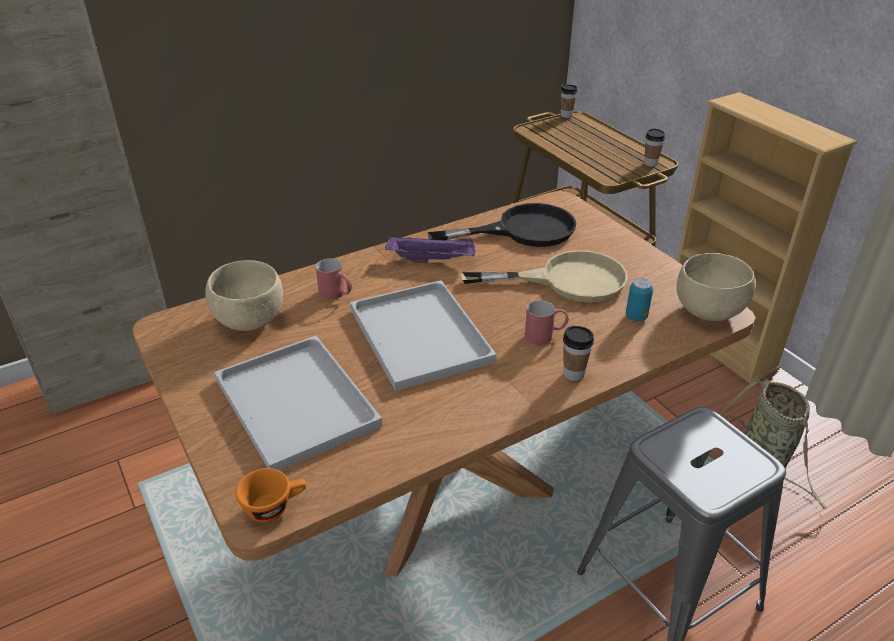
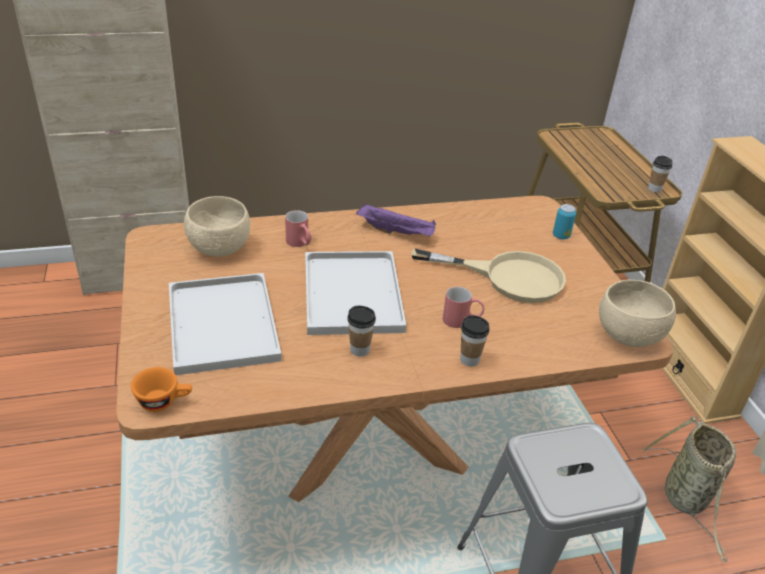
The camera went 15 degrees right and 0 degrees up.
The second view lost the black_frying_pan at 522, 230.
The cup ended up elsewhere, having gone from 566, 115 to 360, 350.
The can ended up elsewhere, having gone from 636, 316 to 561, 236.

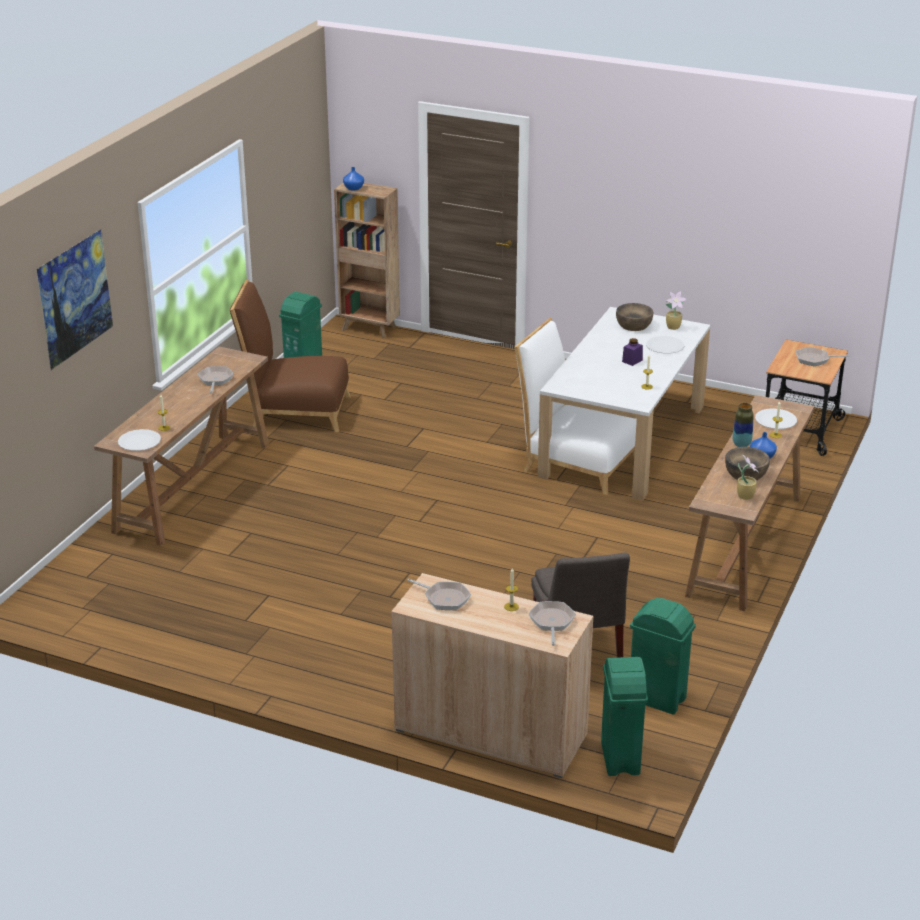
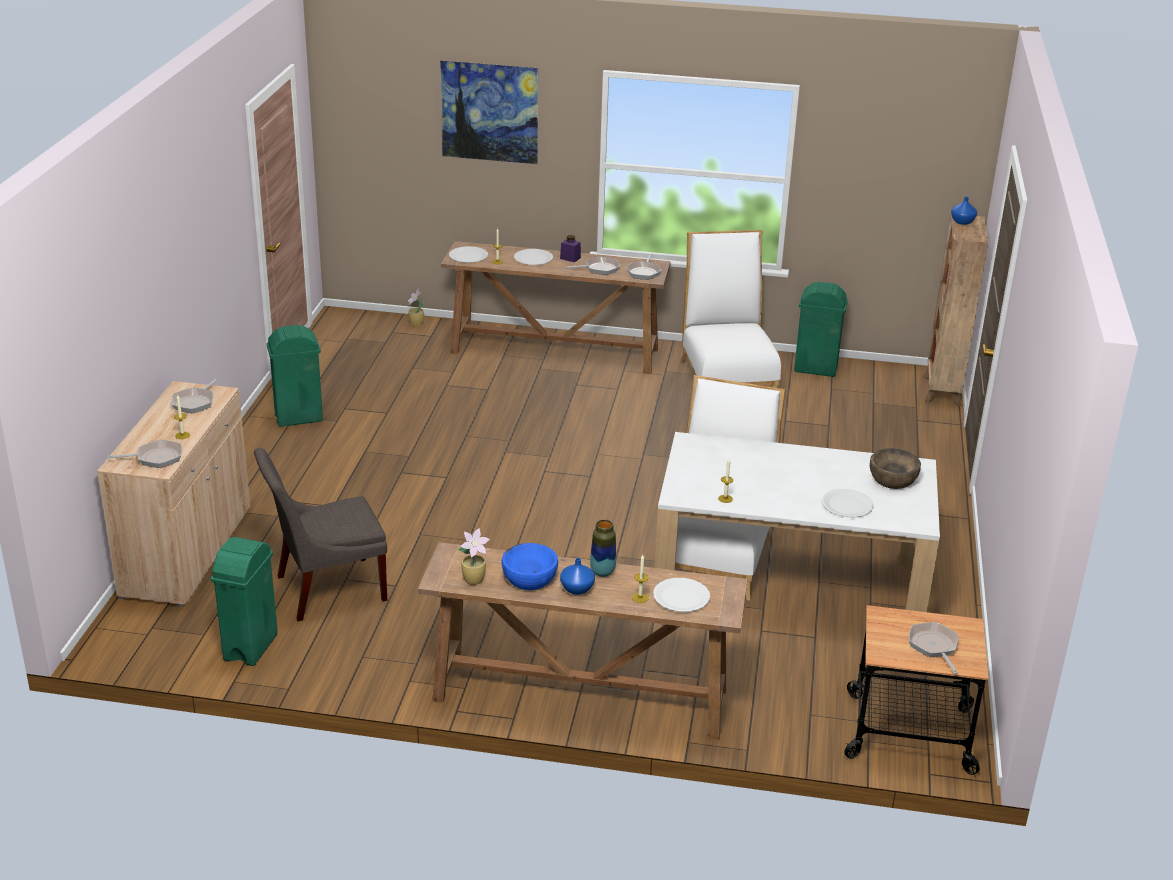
The camera went 75 degrees right and 0 degrees up.
The second view gained the white_plate at 533, 258.
The second view gained the frying_pan at 644, 272.
The green_trash_can ended up elsewhere, having gone from 620, 759 to 298, 418.
The purple_jar ended up elsewhere, having gone from 632, 361 to 570, 258.
The potted_plant ended up elsewhere, having gone from 674, 327 to 416, 324.
What was the brown_chair at 294, 411 turned into the white_chair at 726, 377.
What was the brown_bowl at 746, 473 turned into the blue_bowl at 529, 578.

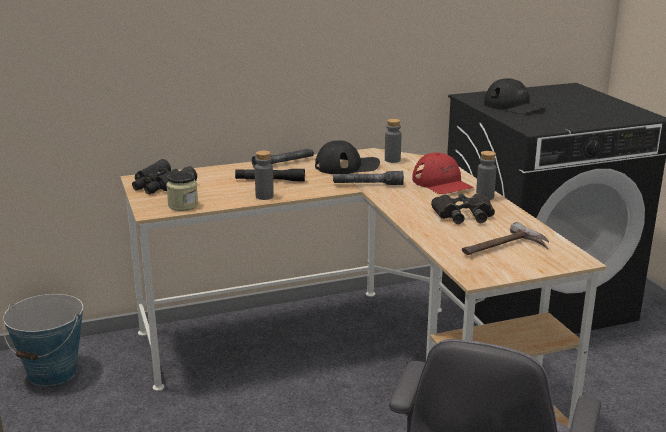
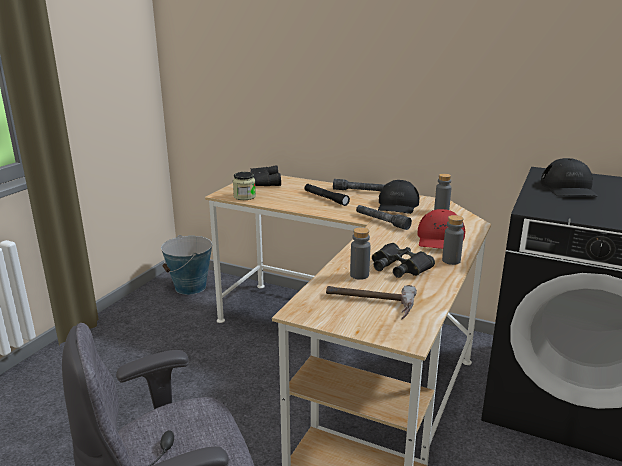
The camera went 45 degrees right and 0 degrees up.
The grey_bottle ended up elsewhere, having gone from 264, 196 to 359, 275.
The black_cap at 347, 166 ended up facing another way, 75 degrees clockwise from before.

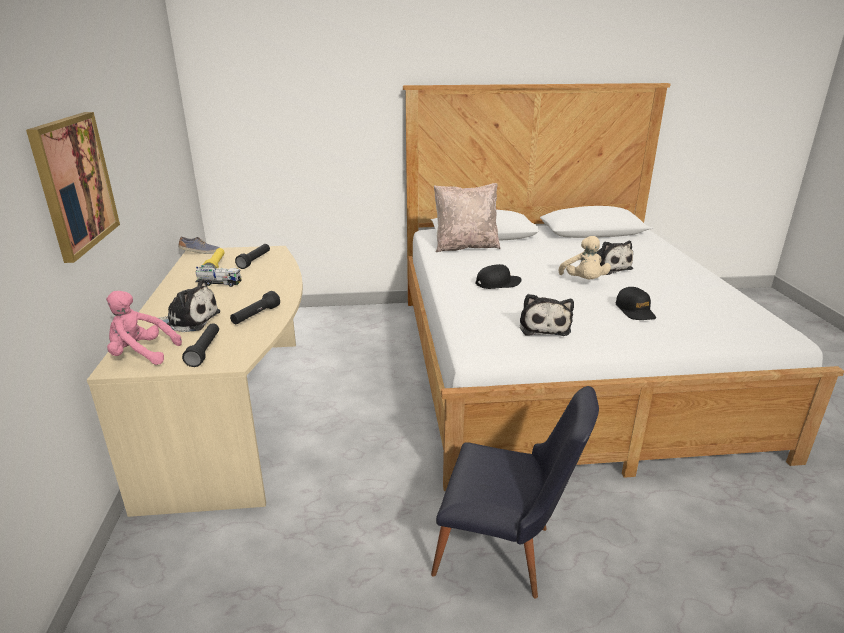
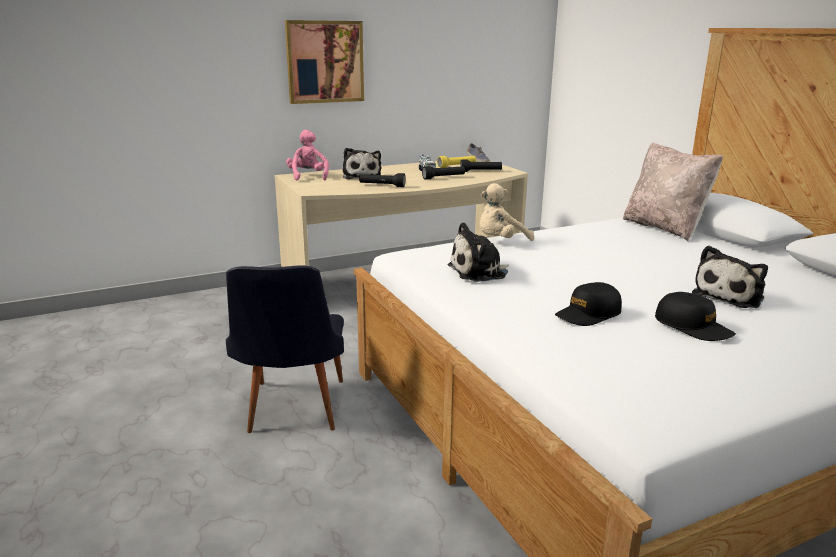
The camera went 70 degrees right and 5 degrees down.
The black_flashlight ended up elsewhere, having gone from 205, 351 to 443, 178.
The black_cap ended up elsewhere, having gone from 498, 283 to 692, 327.
The beige_plush_toy ended up elsewhere, having gone from 583, 281 to 500, 241.

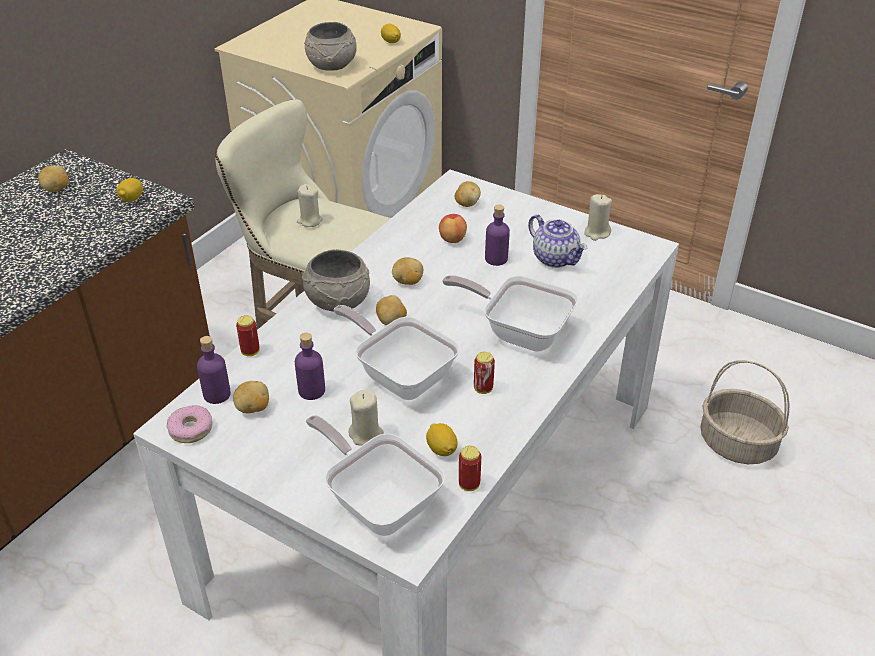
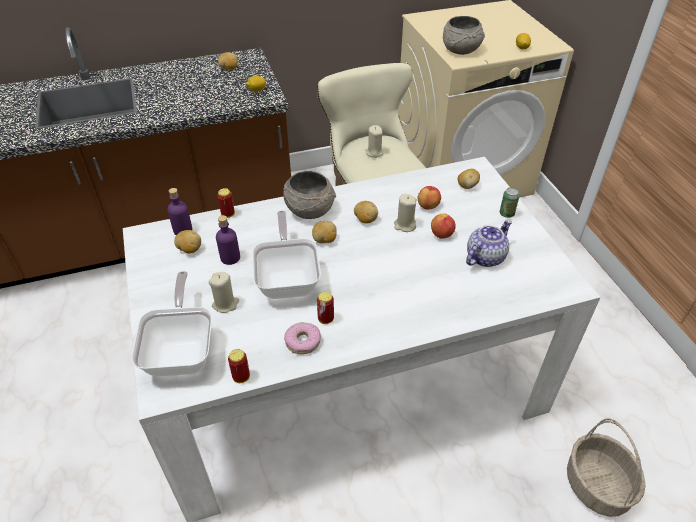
The camera went 40 degrees right and 5 degrees up.
The second view lost the lemon at 441, 449.
The second view lost the frying_pan at 519, 331.
The second view gained the can at 506, 214.
The donut ended up elsewhere, having gone from 190, 429 to 303, 341.
The beige_candle ended up elsewhere, having gone from 596, 233 to 405, 225.
Where the purple_bottle stood at 496, 259, the apple came to stand at 441, 234.
The teapot at 556, 258 ended up facing another way, 135 degrees counterclockwise from before.

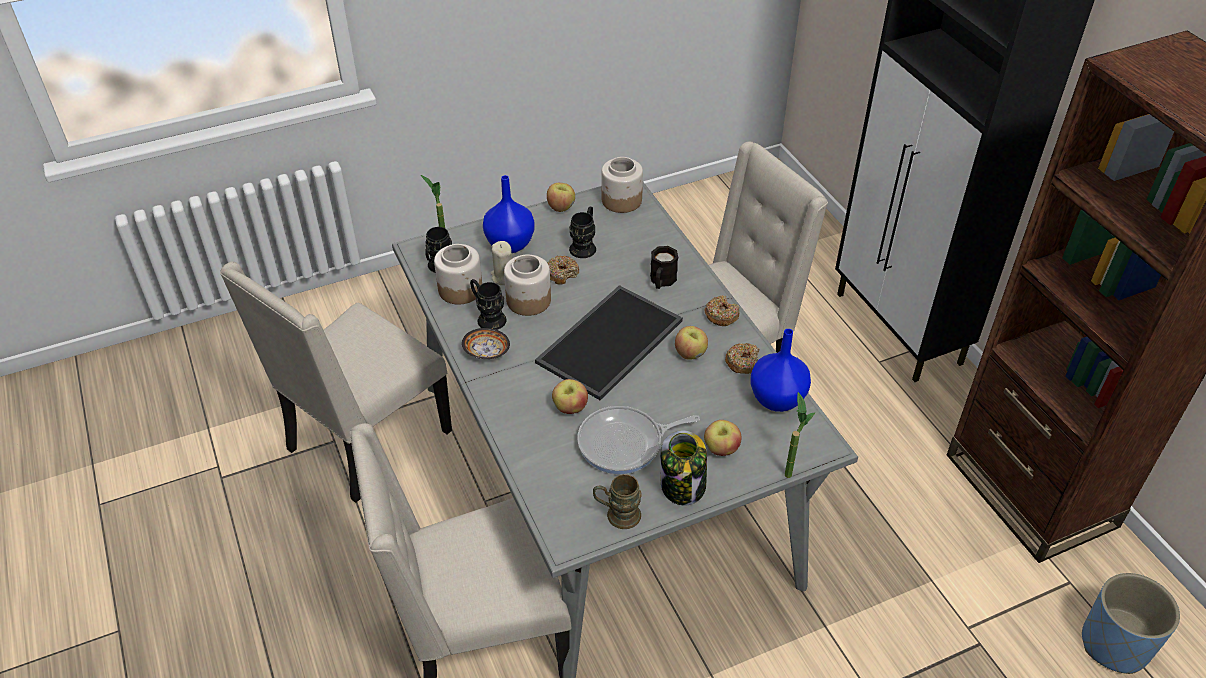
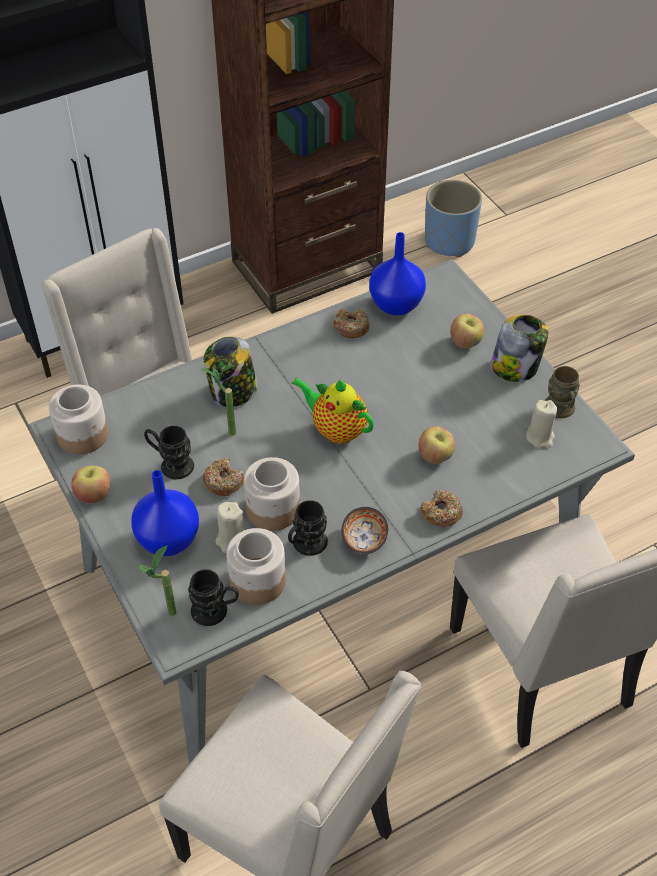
The camera went 95 degrees left and 5 degrees up.
The second view lost the frying_pan at 625, 444.
The second view lost the apple at 690, 353.
The second view gained the beige_candle at 540, 437.
The donut ended up elsewhere, having gone from 721, 315 to 441, 513.
The potted_plant ended up elsewhere, having gone from 789, 469 to 225, 432.
Where the tray stood at 611, 343, the teapot came to stand at 336, 429.
Where the black_mug stood at 661, 281, the jar came to stand at 233, 392.

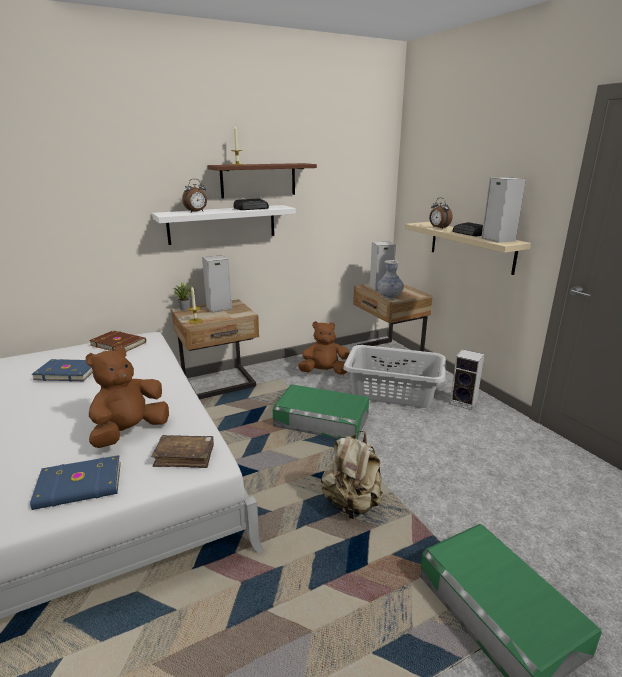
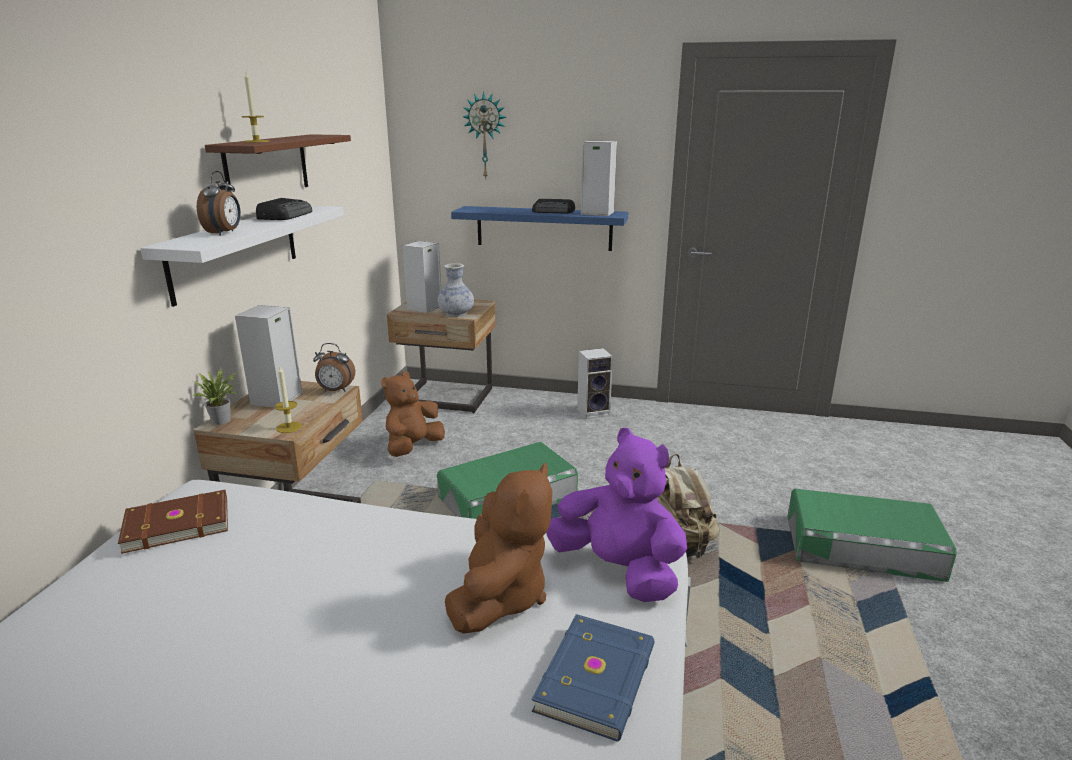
The camera went 50 degrees left and 0 degrees up.
The second view lost the blue_book at 68, 372.
The second view lost the grey_laundry_basket at 392, 392.
The second view gained the wall_clock at 485, 136.
The alarm_clock ended up elsewhere, having gone from 438, 228 to 335, 391.
Where the brown_book stood at 185, 457, the purple_plush_toy came to stand at 618, 570.
What was the beige_shelf at 471, 246 turned into the blue_shelf at 544, 228.
The brown_plush_toy at 130, 432 ended up facing another way, 150 degrees counterclockwise from before.

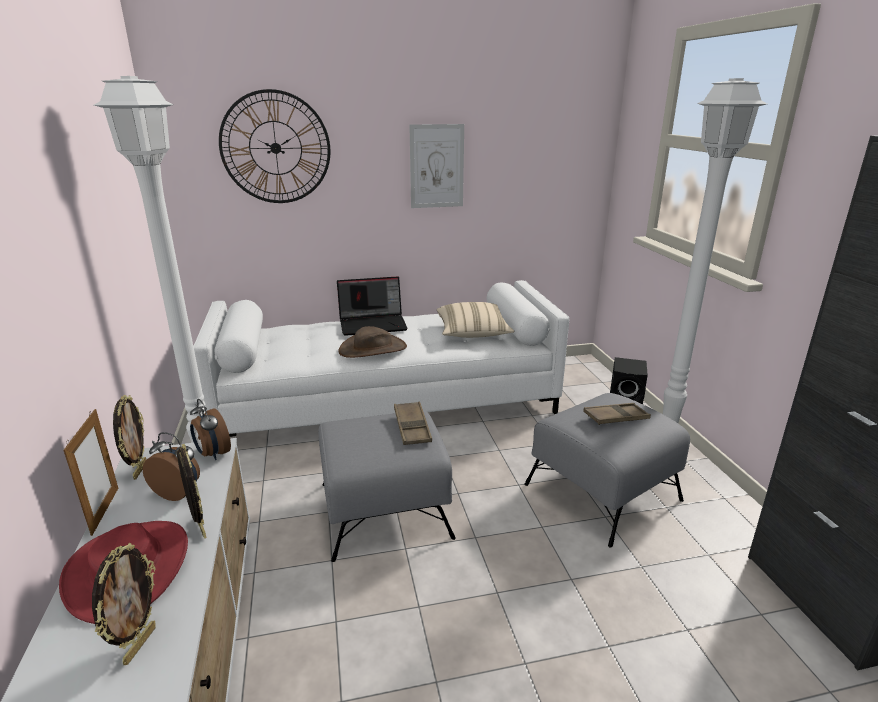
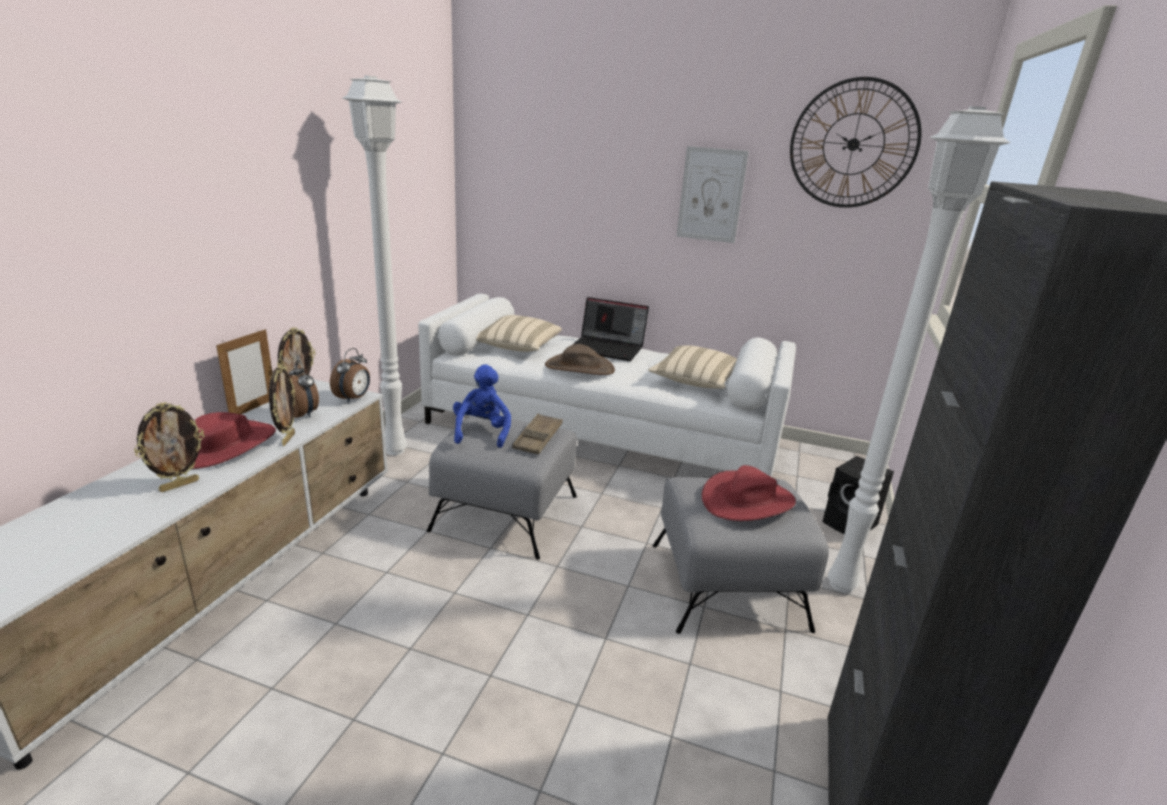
The camera went 30 degrees right and 0 degrees up.
The second view gained the blue_plush_toy at 482, 432.
The second view gained the beige_pillow at 517, 347.
The wall_clock ended up elsewhere, having gone from 275, 148 to 853, 144.
Where the brown_tray stood at 616, 418, the red_hat came to stand at 747, 500.
The alarm_clock at 212, 454 ended up facing another way, 150 degrees counterclockwise from before.

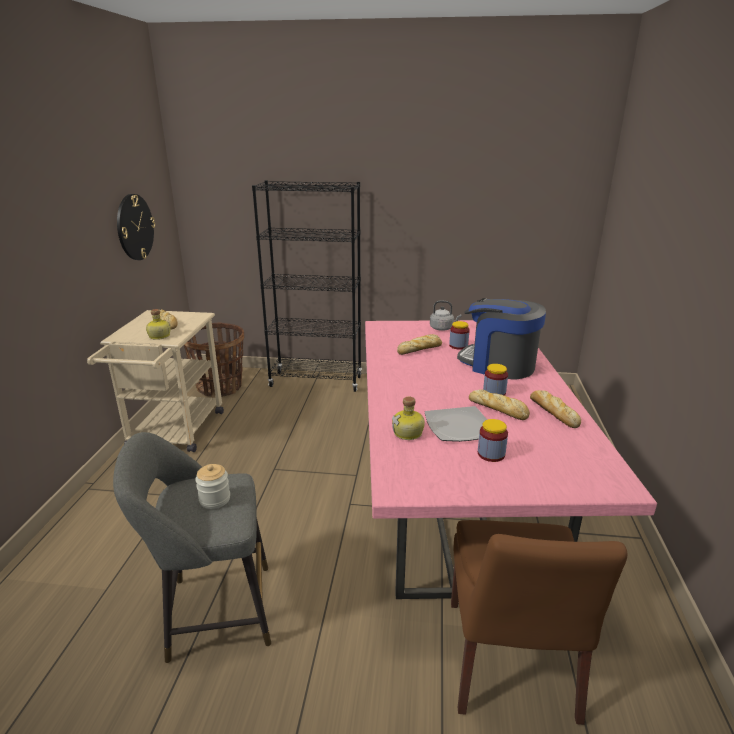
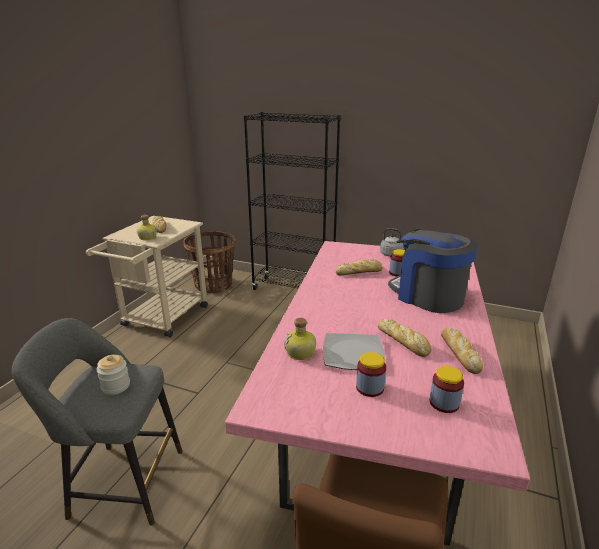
The camera went 15 degrees right and 0 degrees up.
The second view lost the wall_clock at 135, 227.
The jar ended up elsewhere, having gone from 494, 393 to 444, 403.

